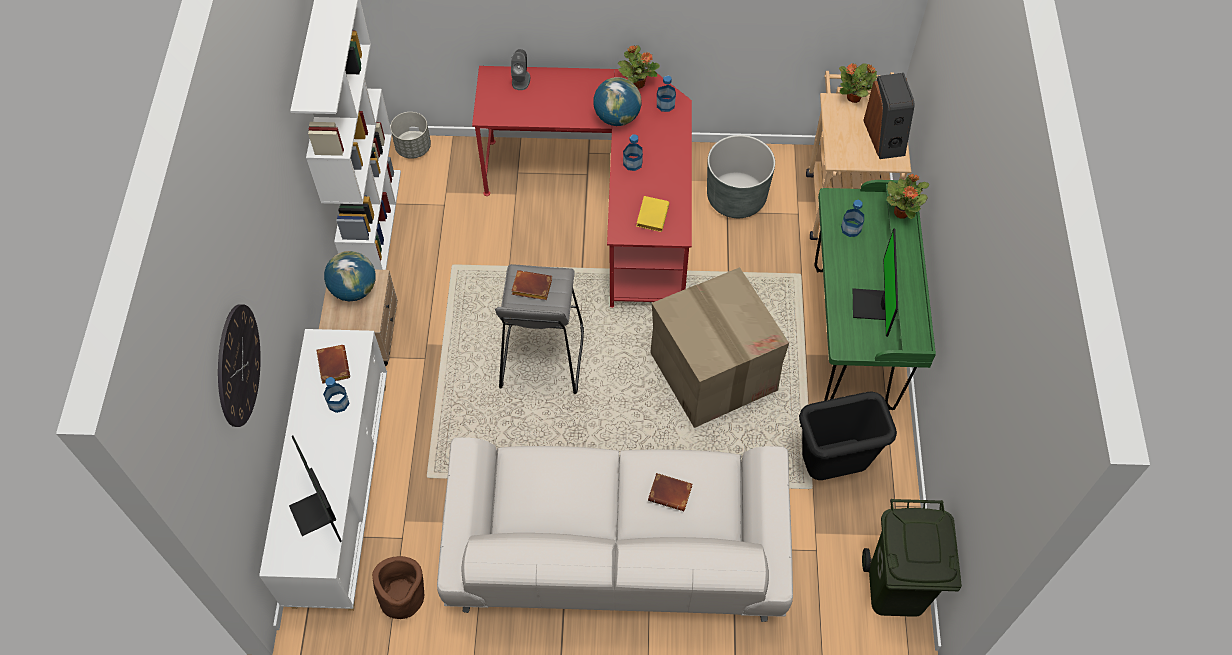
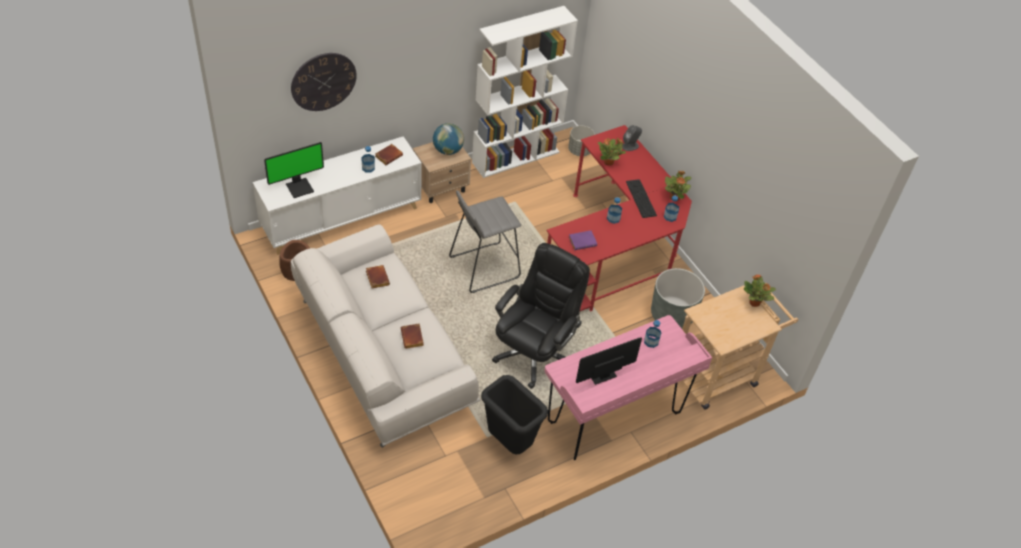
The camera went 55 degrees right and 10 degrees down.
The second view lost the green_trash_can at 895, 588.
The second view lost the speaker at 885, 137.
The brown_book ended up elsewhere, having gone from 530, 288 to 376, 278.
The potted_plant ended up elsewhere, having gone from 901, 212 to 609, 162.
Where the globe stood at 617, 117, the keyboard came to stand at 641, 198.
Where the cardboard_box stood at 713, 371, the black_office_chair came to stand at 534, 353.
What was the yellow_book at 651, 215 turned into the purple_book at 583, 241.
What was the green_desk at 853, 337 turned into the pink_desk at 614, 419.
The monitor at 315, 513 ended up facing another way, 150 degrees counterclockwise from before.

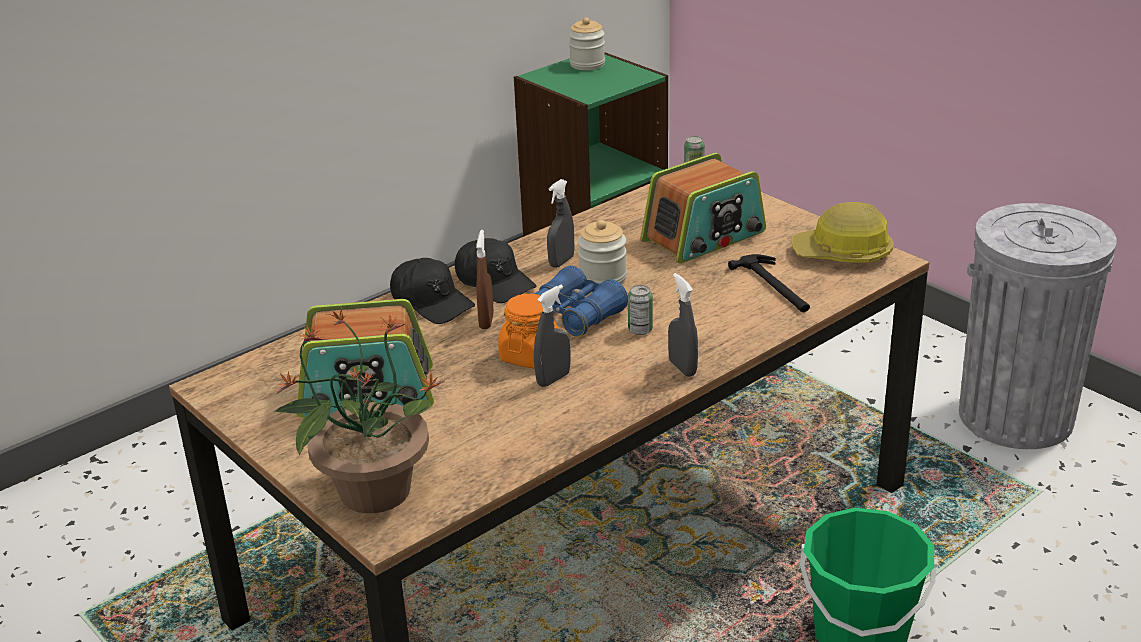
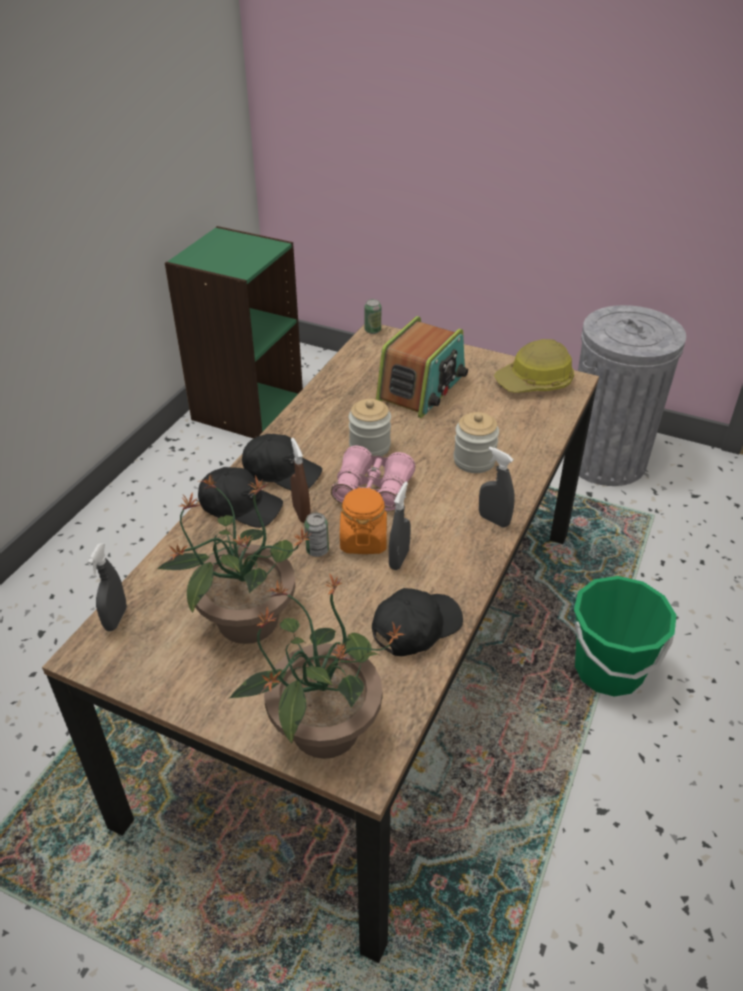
The camera went 25 degrees left and 10 degrees up.
The second view lost the hammer at 775, 286.
The second view gained the black_cap at 415, 628.
The grey_spray_bottle ended up elsewhere, having gone from 561, 262 to 116, 619.
The jar ended up elsewhere, having gone from 587, 64 to 474, 461.
The can ended up elsewhere, having gone from 640, 330 to 317, 550.
Where the radio stood at 367, 393, the potted_plant came to stand at 245, 620.
What was the blue_binoculars at 575, 315 turned into the pink_binoculars at 373, 489.

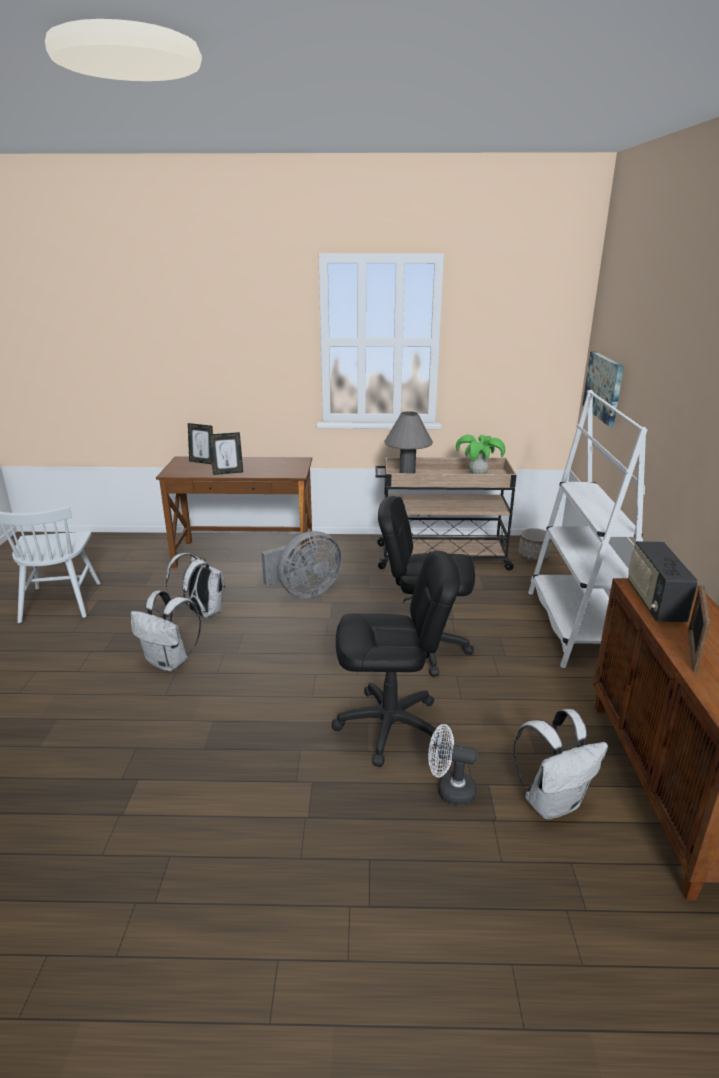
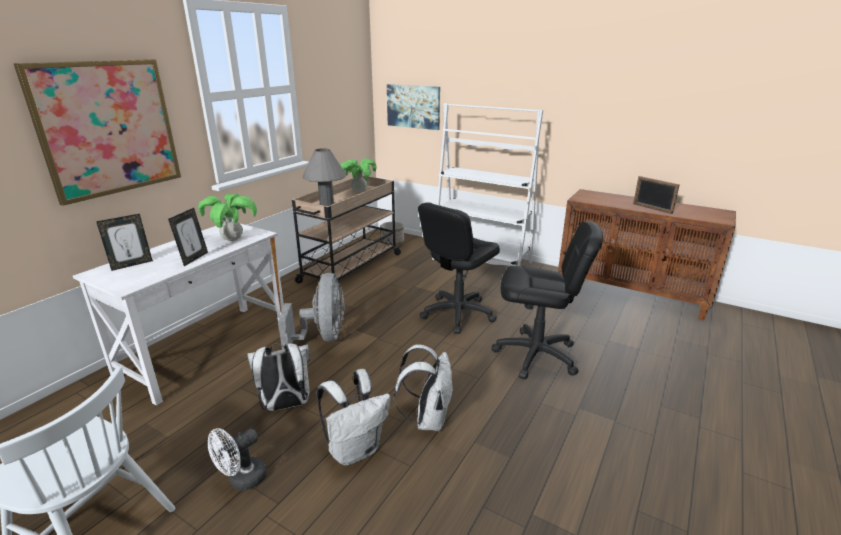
The camera went 60 degrees left and 0 degrees up.
The second view lost the radio at 654, 602.
The second view gained the picture at 108, 128.
The second view gained the potted_plant at 232, 239.
The white_fan ended up elsewhere, having gone from 449, 790 to 242, 480.
The white_backpack ended up elsewhere, having gone from 552, 802 to 428, 419.
What was the brown_desk at 245, 554 turned into the white_desk at 206, 349.
The black_office_chair at 390, 726 ended up facing another way, 75 degrees clockwise from before.

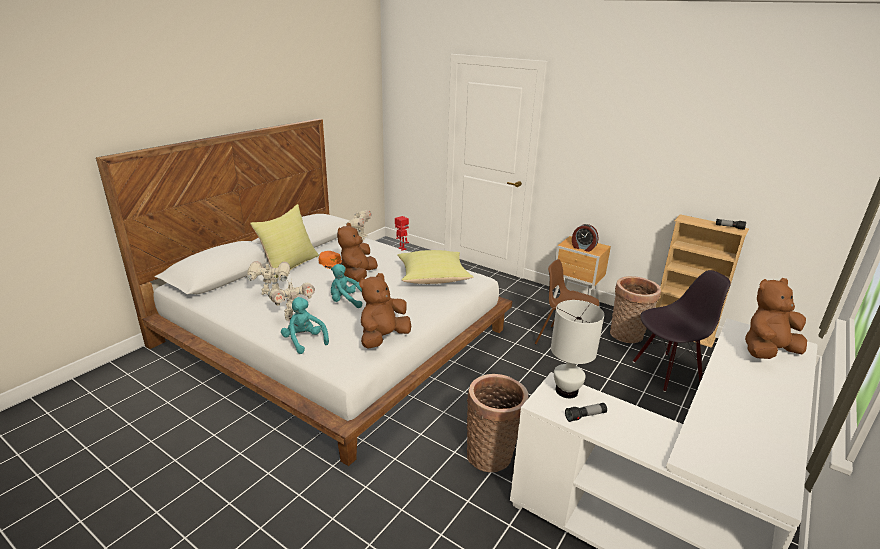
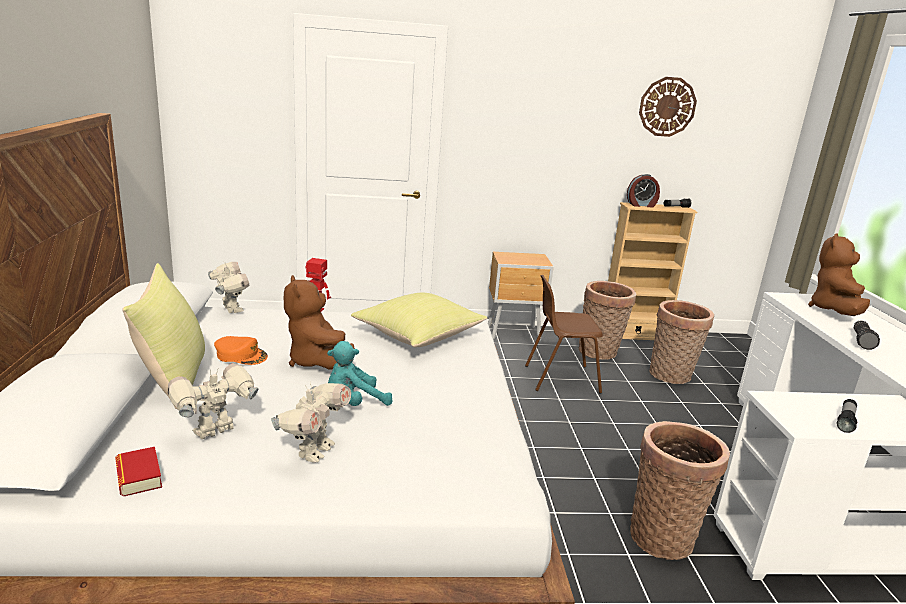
The camera went 40 degrees left and 5 degrees down.
The second view lost the turquoise_plush_toy at 304, 341.
The second view lost the brown_plush_toy at 383, 338.
The second view lost the white_table_lamp at 566, 391.
The second view gained the book at 139, 476.
The second view gained the wall_clock at 667, 107.
The second view gained the flashlight at 863, 341.
The alarm_clock ended up elsewhere, having gone from 583, 248 to 641, 205.
Where the black_chair stood at 666, 372, the basket came to stand at 672, 376.

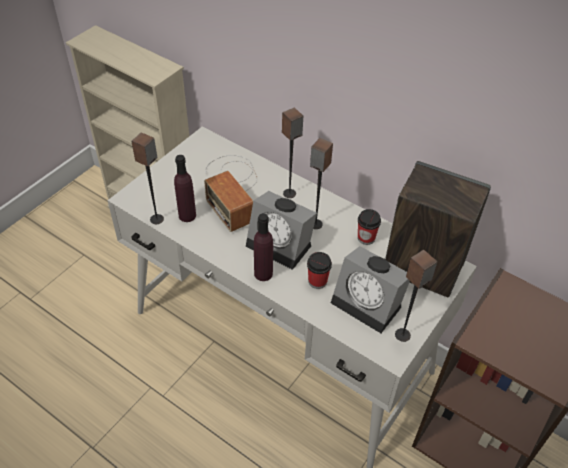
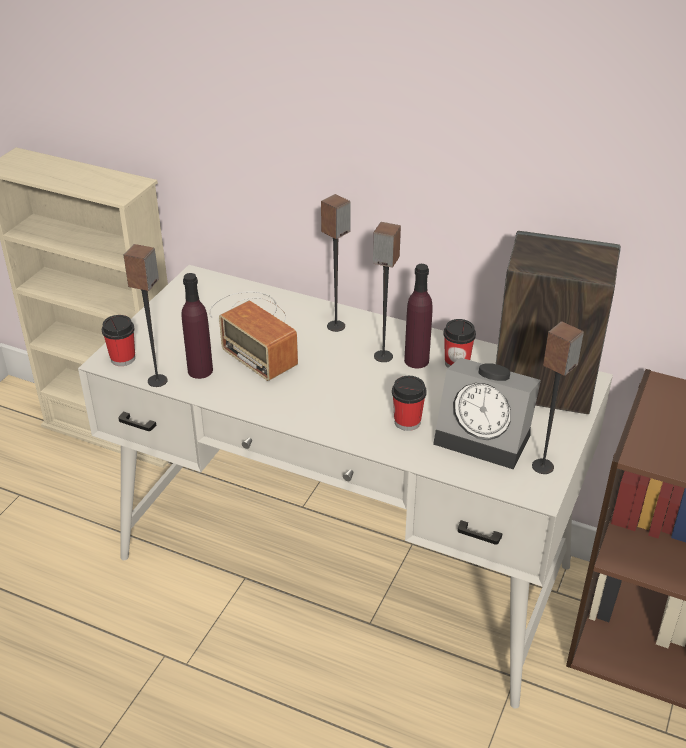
The camera went 10 degrees left and 10 degrees down.
The second view lost the alarm_clock at 282, 244.
The second view gained the cup at 123, 358.
The purple_bottle ended up elsewhere, having gone from 263, 273 to 416, 360.

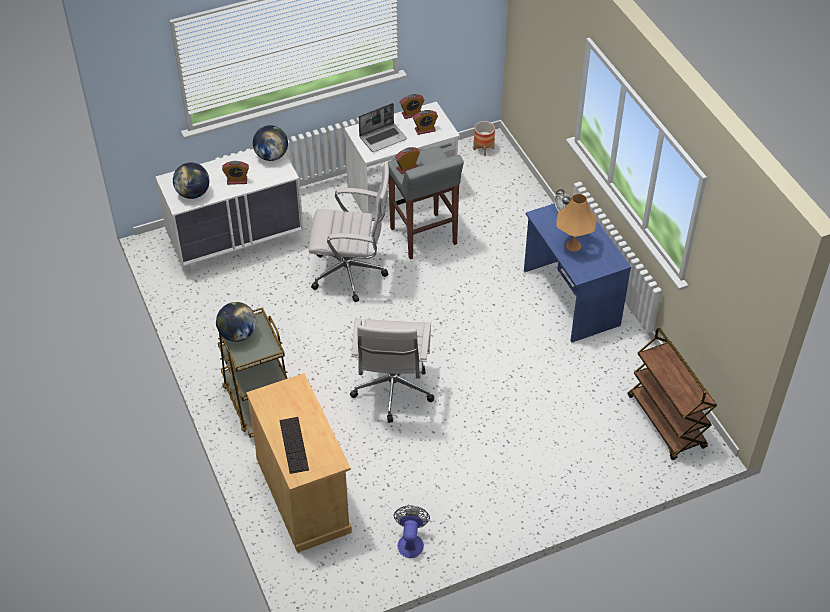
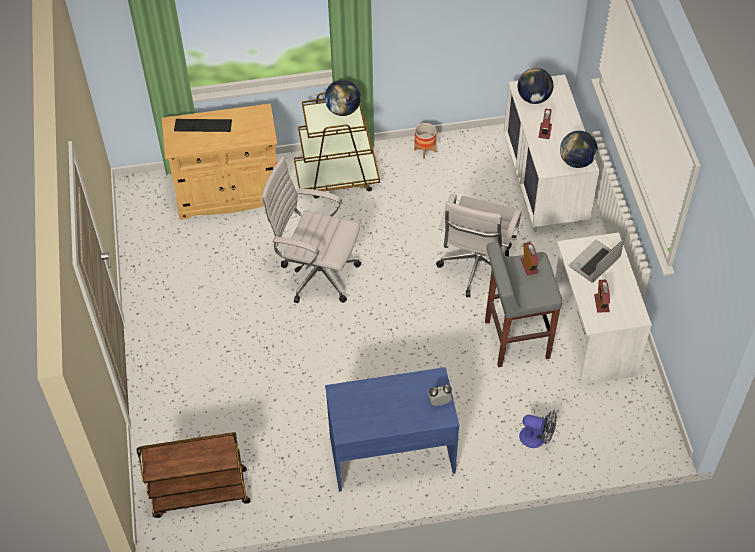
The camera went 105 degrees right and 5 degrees up.
The second view lost the alarm_clock at 412, 114.
The second view lost the orange_table_lamp at 573, 245.
The fan ended up elsewhere, having gone from 410, 541 to 537, 438.
The planter ended up elsewhere, having gone from 483, 149 to 425, 150.
The laptop at 383, 138 ended up facing another way, 60 degrees clockwise from before.

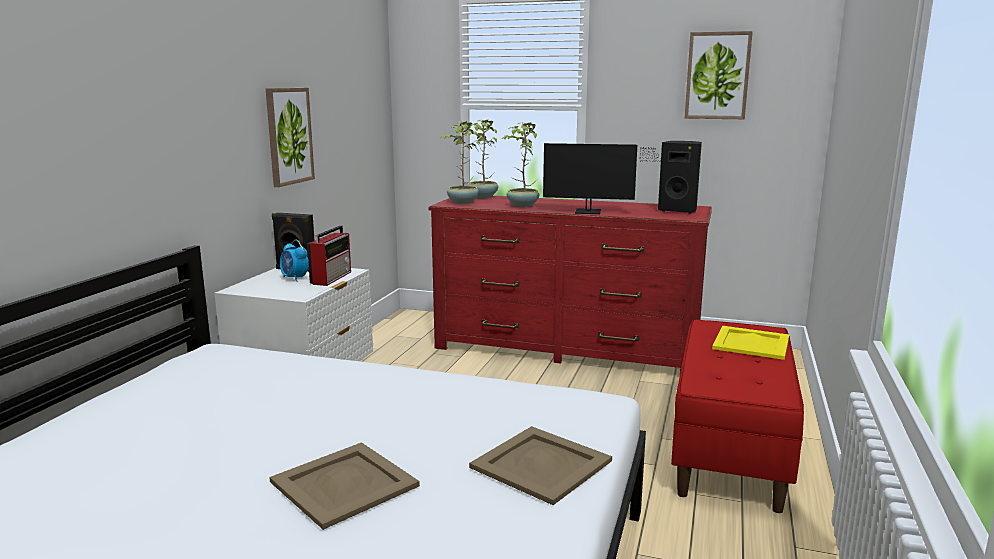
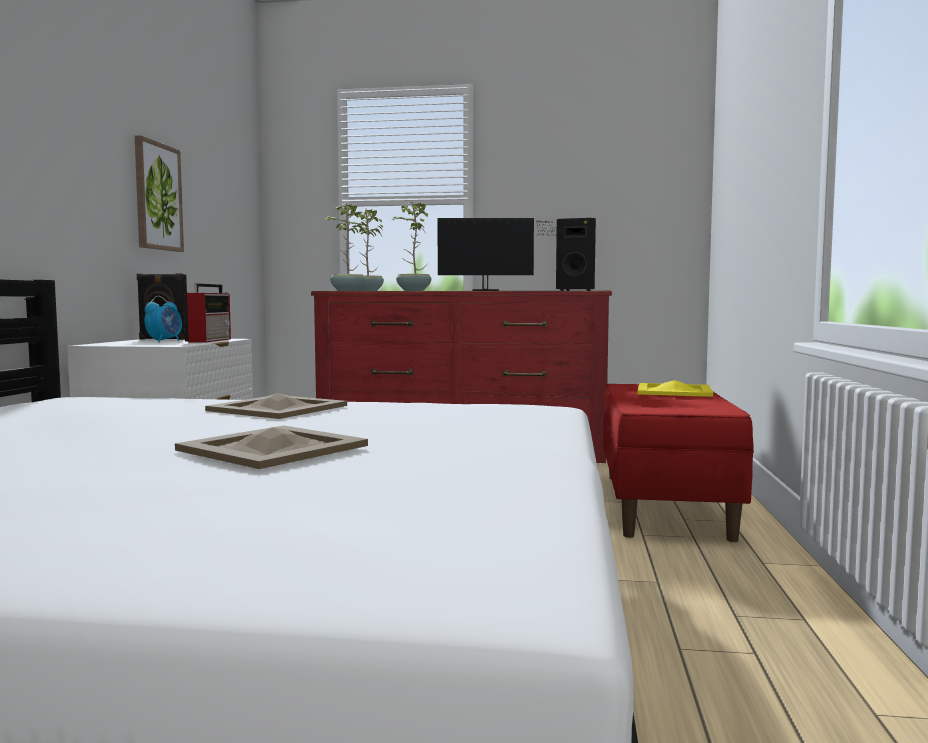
The camera went 10 degrees left and 10 degrees down.
The second view lost the picture at 717, 76.
The beige_tray ended up elsewhere, having gone from 541, 465 to 278, 408.
The alarm_clock at 294, 278 ended up facing another way, 105 degrees counterclockwise from before.

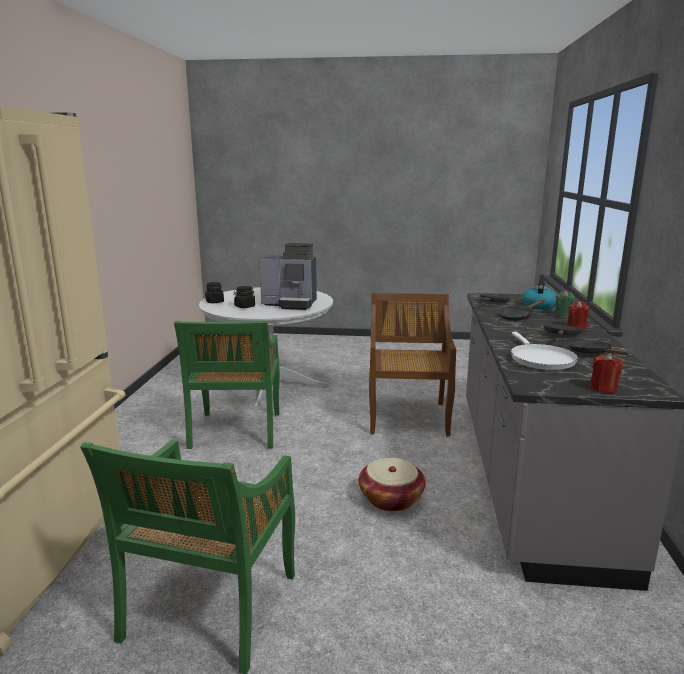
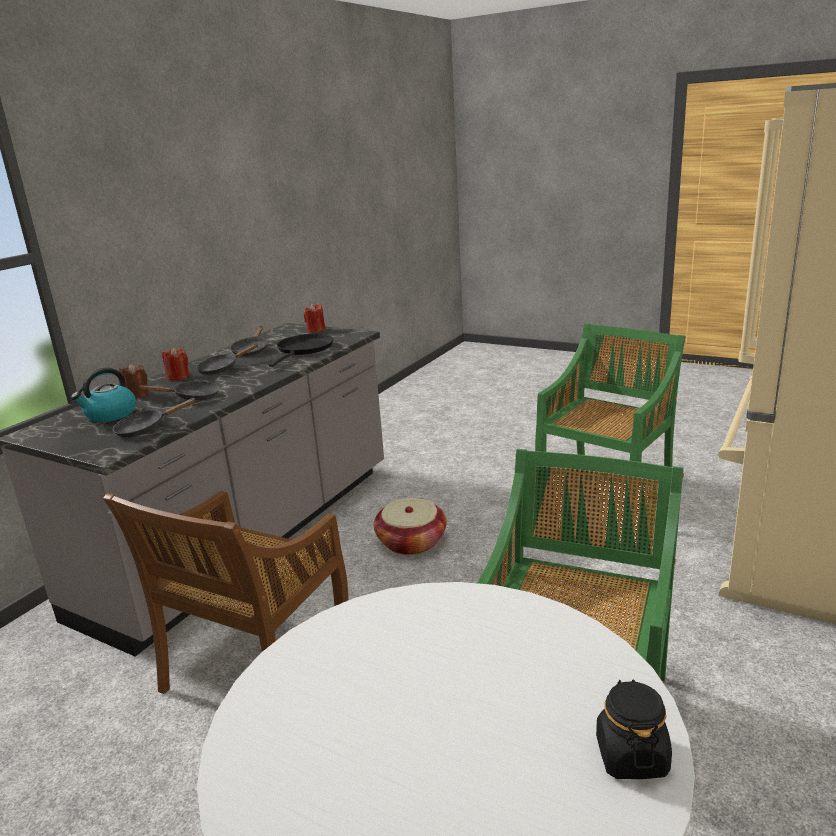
The camera went 155 degrees left and 5 degrees up.
The second view lost the black_jar at 244, 307.
The second view lost the coffee_machine at 291, 304.
What was the white_frying_pan at 540, 359 turned into the black_frying_pan at 304, 349.
What was the green_candle at 563, 315 turned into the brown_candle at 137, 394.

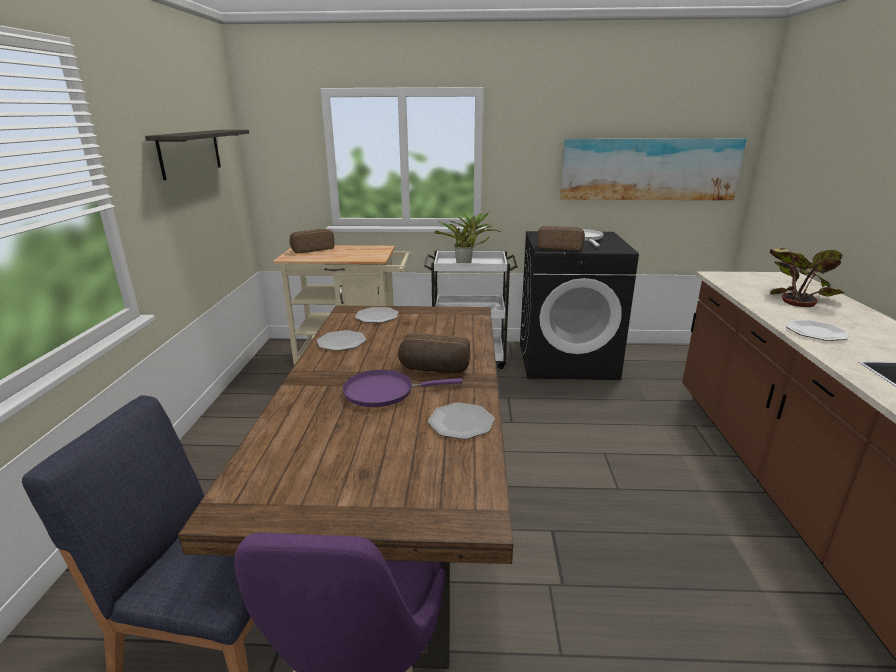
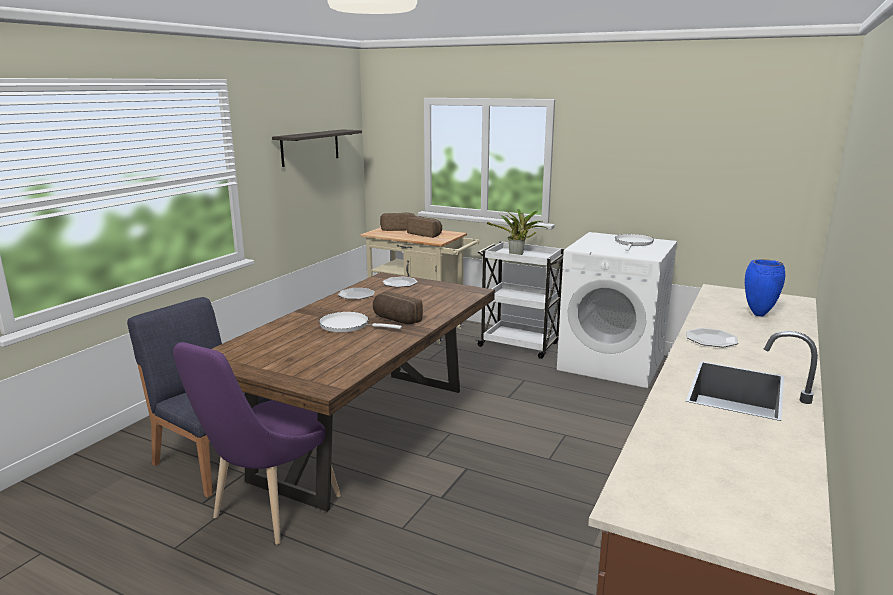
The camera went 25 degrees right and 5 degrees down.
The second view lost the plate at 461, 422.
The second view lost the picture at 648, 169.
The bread ended up elsewhere, having gone from 560, 247 to 425, 234.
Where the potted_plant stood at 795, 296, the blue_vase came to stand at 758, 314.
What was the purple_frying_pan at 384, 392 turned into the white_frying_pan at 348, 325.
What was the black_washing_machine at 567, 360 turned into the white_washing_machine at 612, 363.

